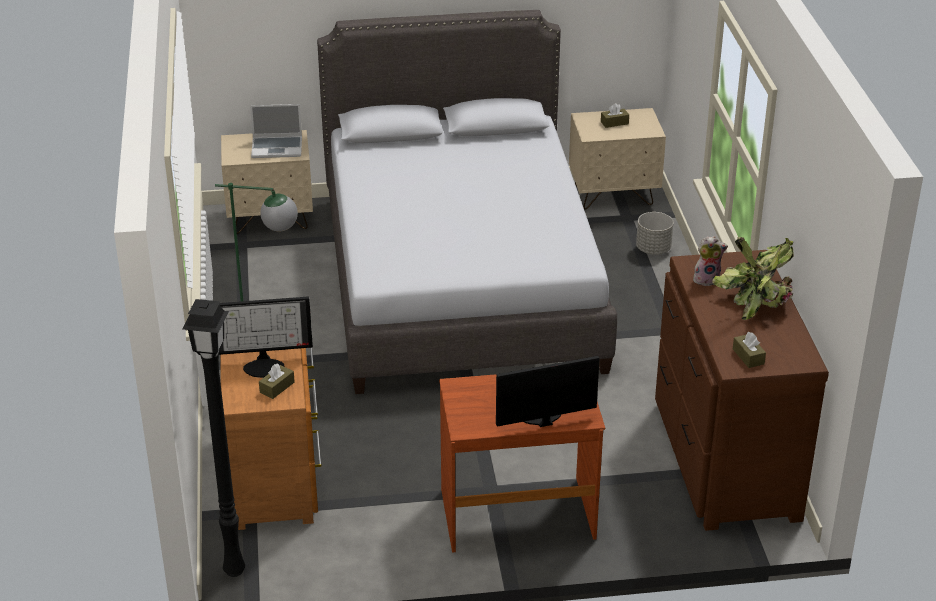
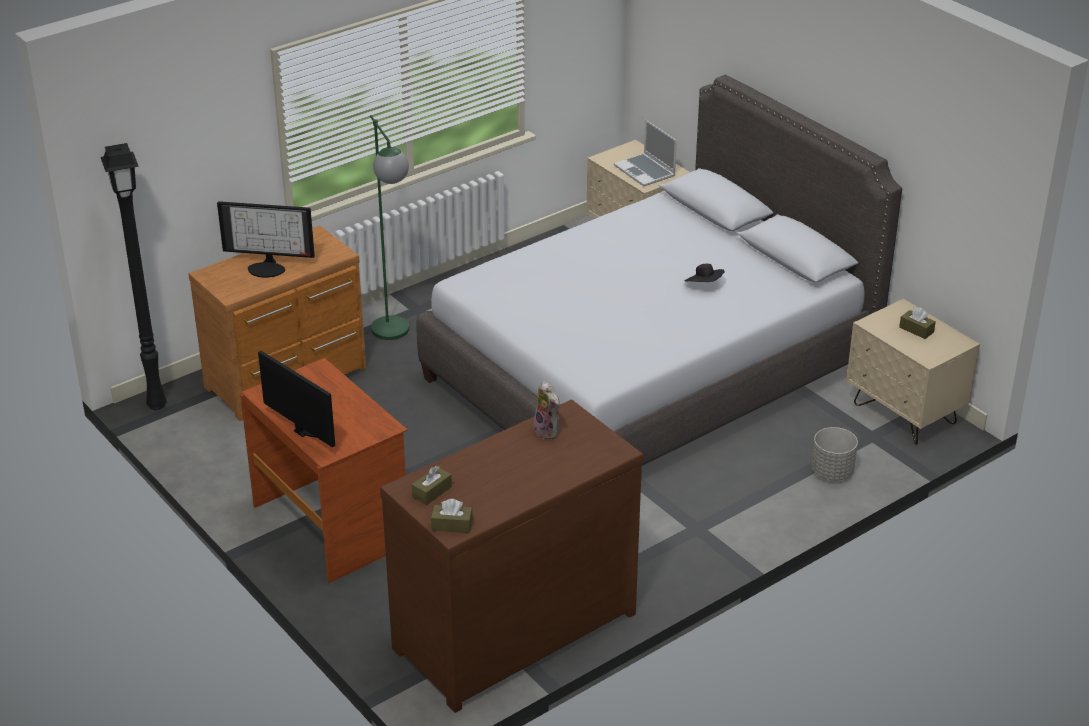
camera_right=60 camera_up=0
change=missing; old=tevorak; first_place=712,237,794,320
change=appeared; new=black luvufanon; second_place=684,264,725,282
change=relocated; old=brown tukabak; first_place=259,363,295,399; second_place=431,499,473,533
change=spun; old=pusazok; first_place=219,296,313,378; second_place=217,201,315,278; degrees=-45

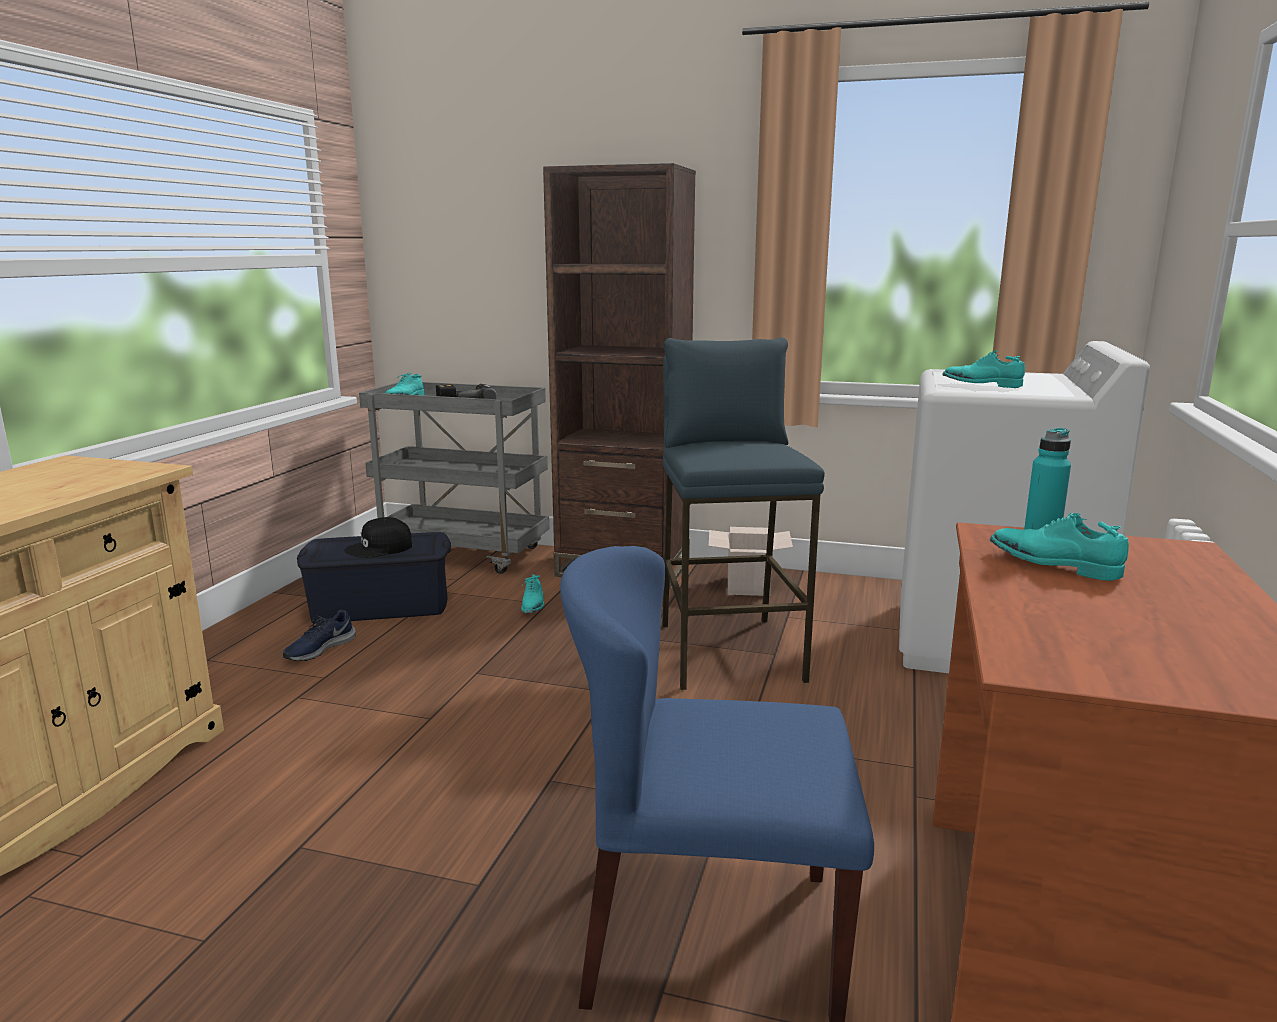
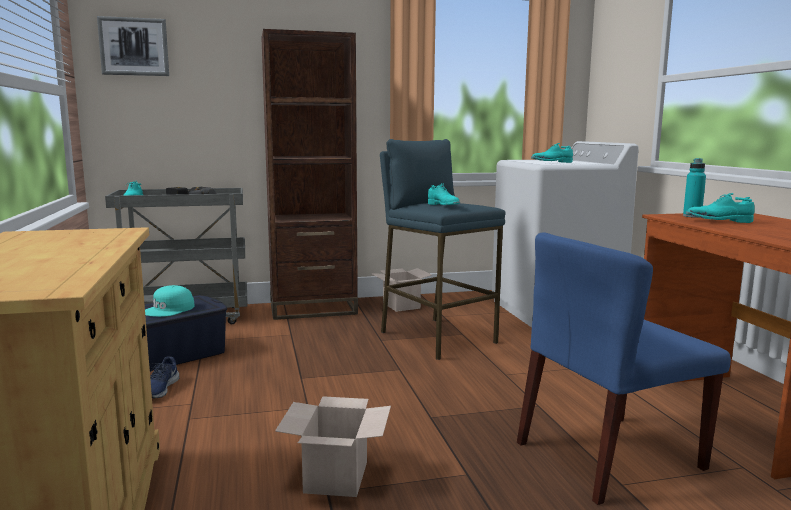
camera_right=-30 camera_up=-5
change=appeared; new=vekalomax; second_place=97,16,169,76
change=appeared; new=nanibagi; second_place=275,396,391,497
change=relocated; old=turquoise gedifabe; first_place=521,574,544,613; second_place=428,183,460,205
change=colour; old=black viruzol; new=turquoise viruzol; first_place=344,517,412,558; second_place=145,285,195,317

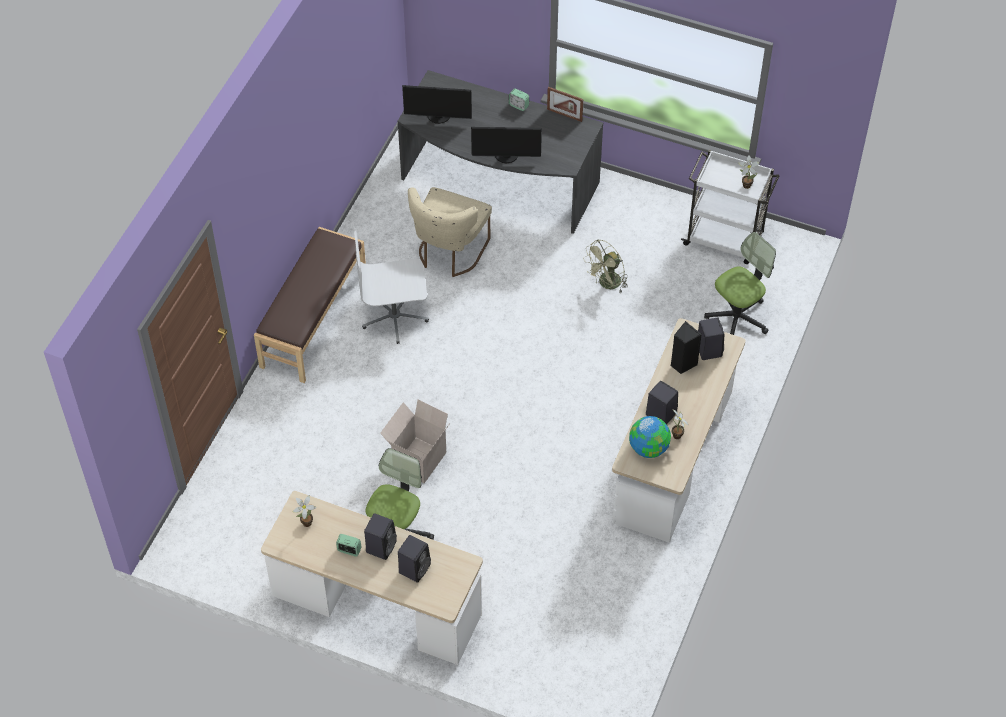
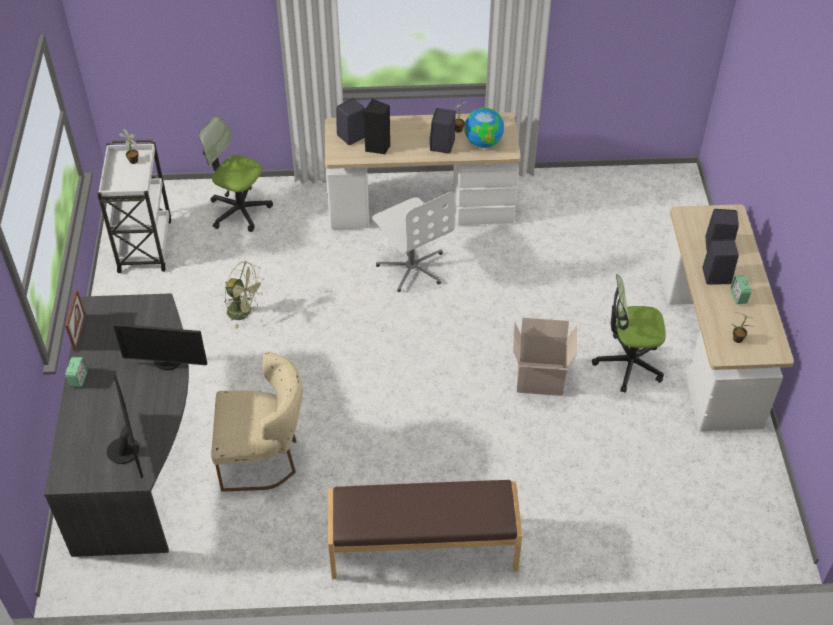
camera_right=-115 camera_up=-5
change=relocated; old=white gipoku; first_place=354,231,429,344; second_place=372,191,455,292
change=spun; old=pusazok; first_place=471,127,542,163; second_place=112,323,207,370; degrees=120

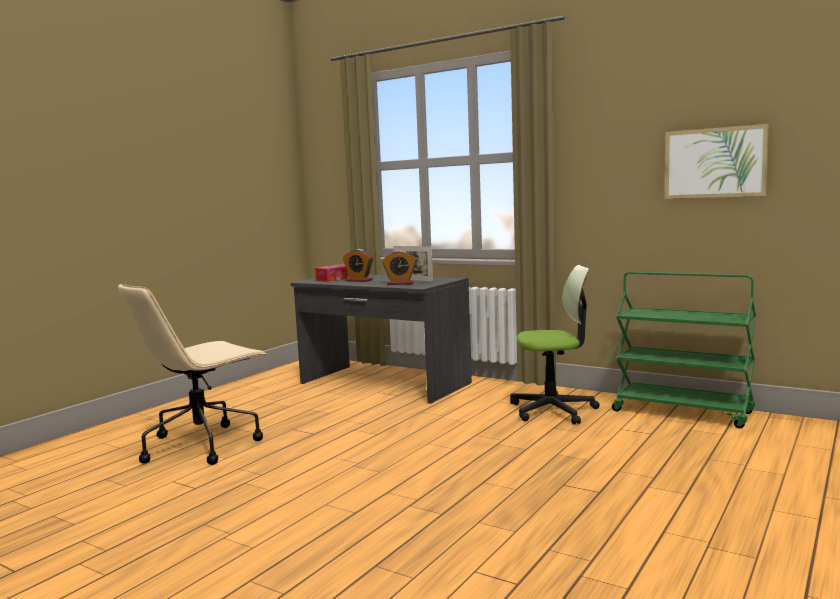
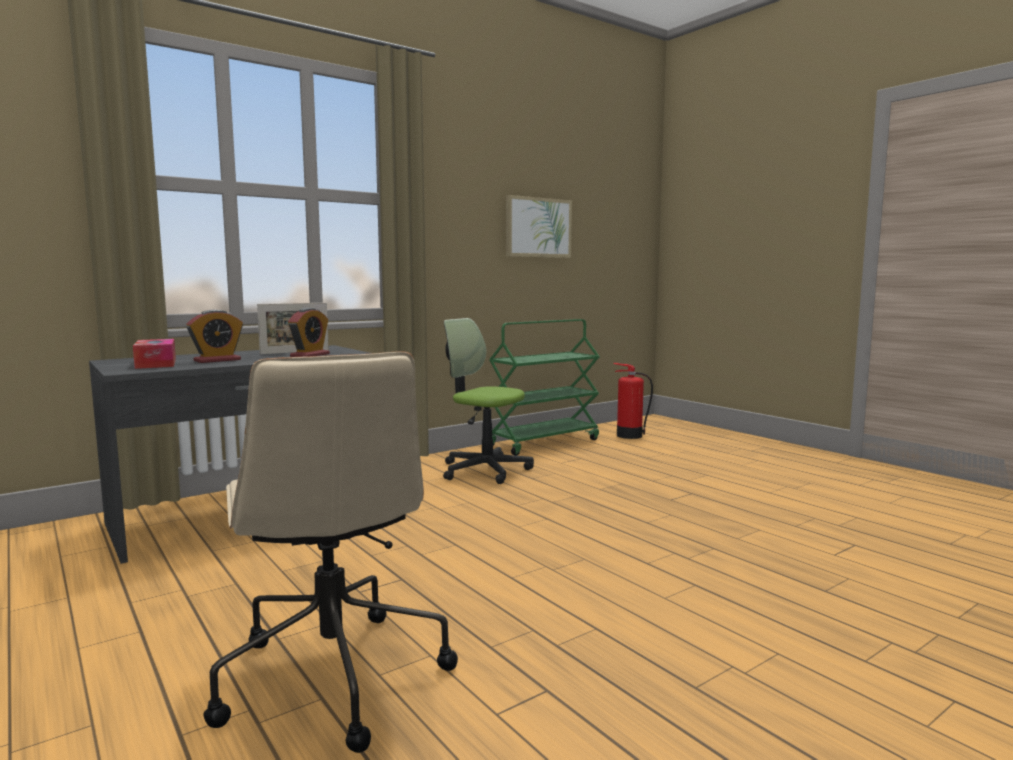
camera_right=-70 camera_up=0
change=appeared; new=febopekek; second_place=613,363,653,439
change=spun; old=gipoku; first_place=510,265,600,425; second_place=443,318,534,484; degrees=-75

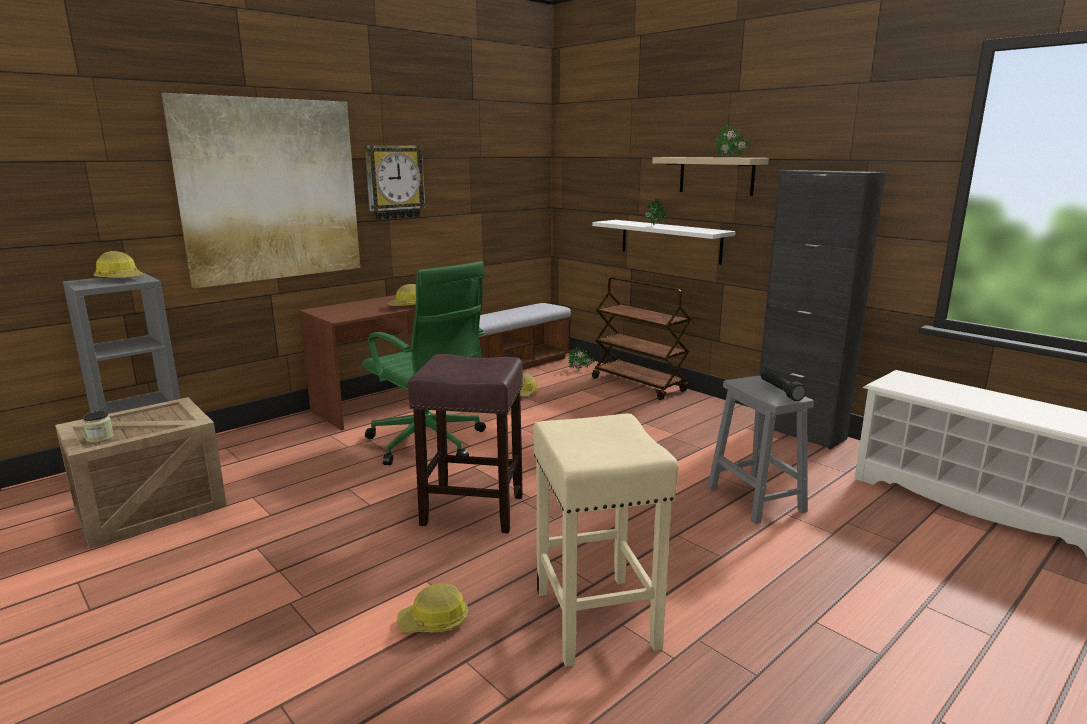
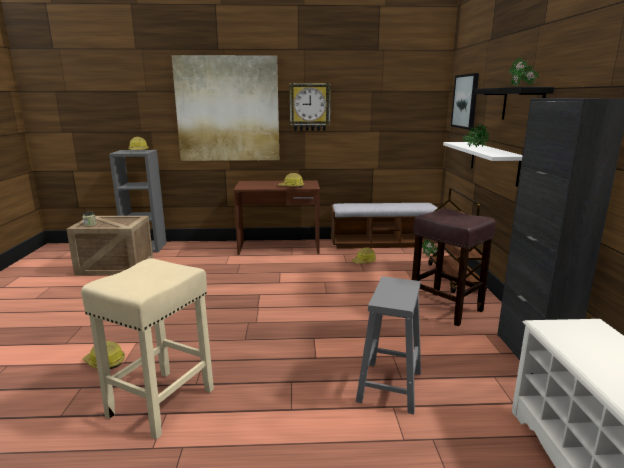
camera_right=40 camera_up=0
change=missing; old=green gipoku; first_place=362,261,486,465
change=missing; old=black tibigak; first_place=761,370,806,401
change=appeared; new=vekalomax; second_place=451,73,479,130
change=relocated; old=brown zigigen; first_place=408,354,523,533; second_place=412,209,496,326
change=colour; old=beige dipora; new=black dipora; first_place=652,157,769,196; second_place=474,87,554,120

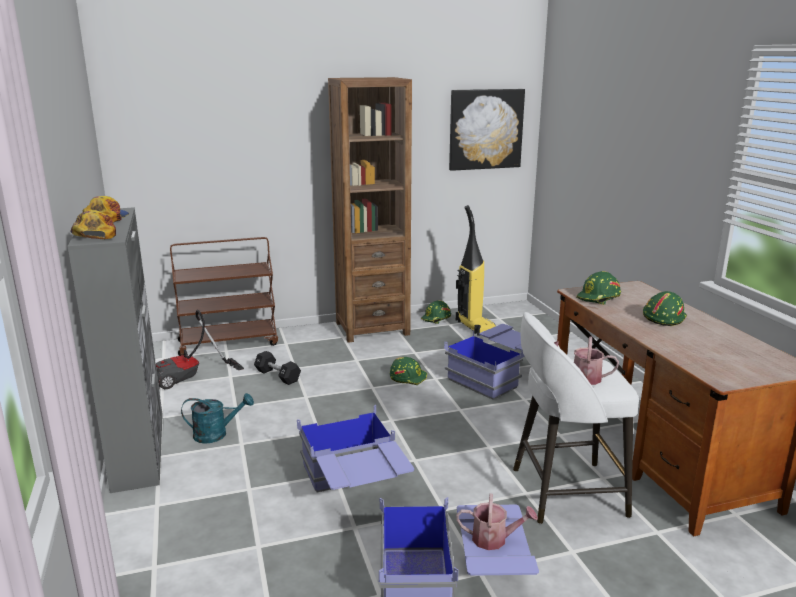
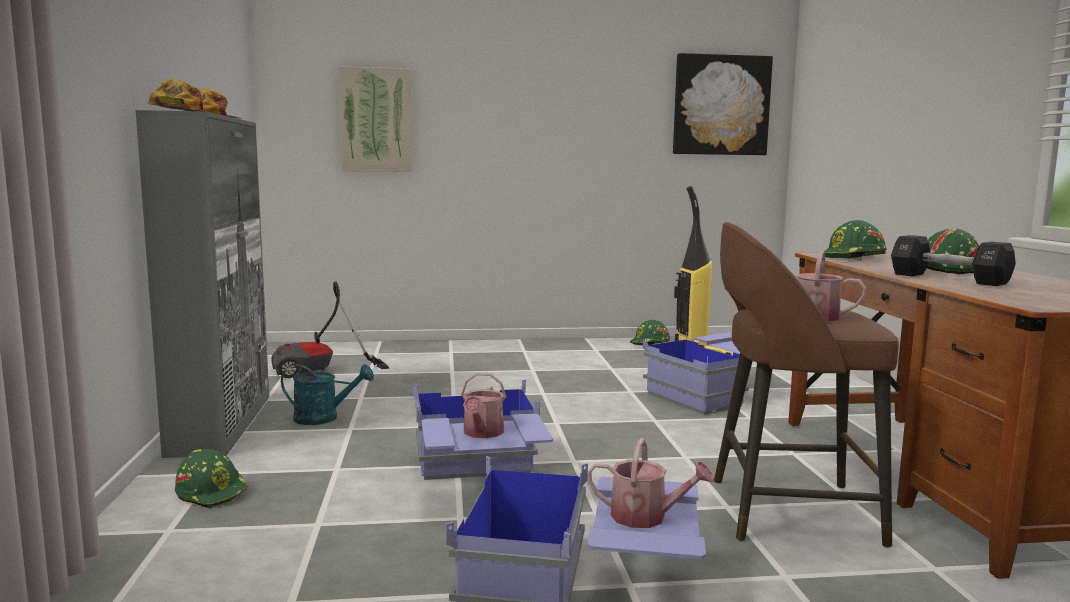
camera_right=10 camera_up=-10
change=missing; old=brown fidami; first_place=170,237,278,356
change=missing; old=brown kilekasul; first_place=328,77,412,343
change=appeared; new=vekalomax; second_place=339,66,412,172
change=appeared; new=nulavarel; second_place=461,373,506,438
change=relocated; old=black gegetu; first_place=254,351,301,385; second_place=891,235,1016,286
change=relocated; old=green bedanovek; first_place=390,357,427,385; second_place=175,449,249,508
change=colour; old=white zigigen; new=brown zigigen; first_place=513,312,639,524; second_place=714,222,899,548

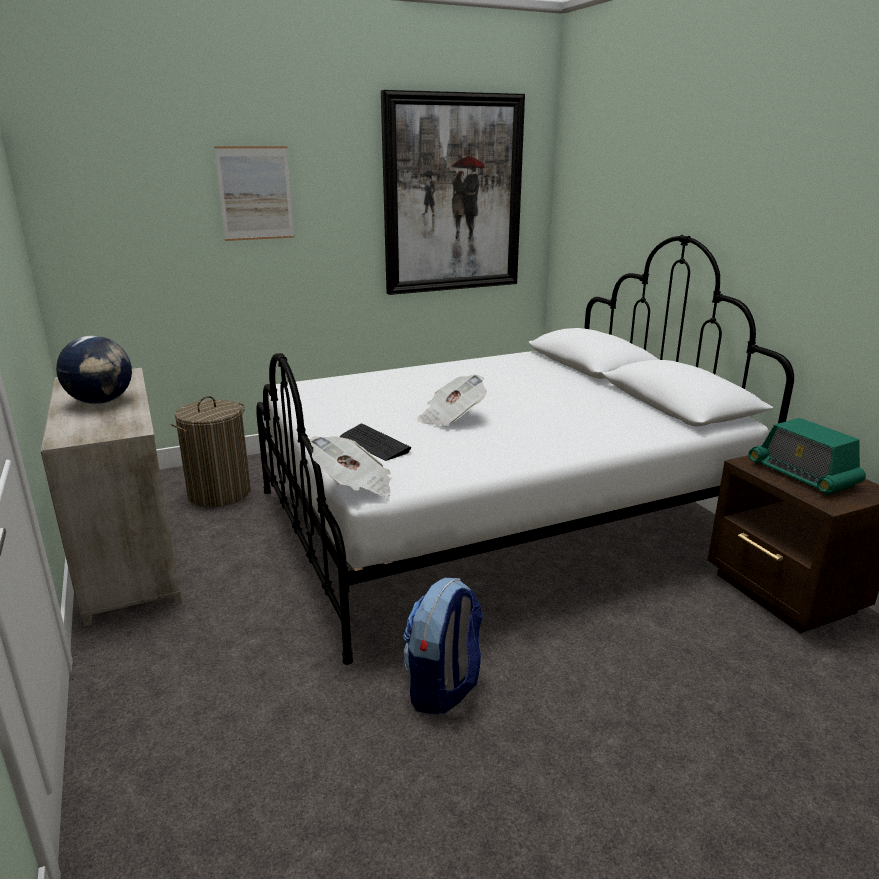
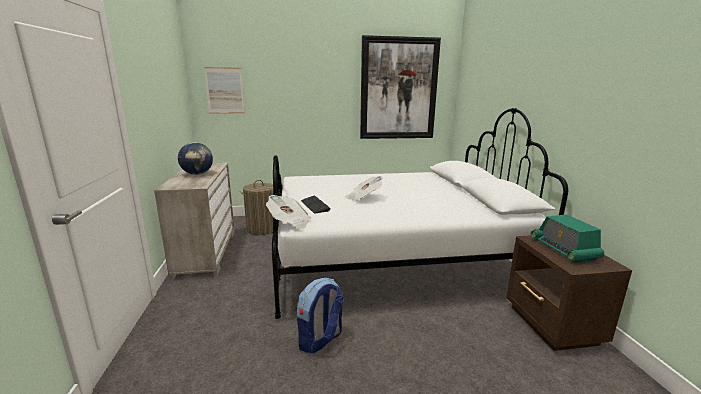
camera_right=15 camera_up=-5
change=relocated; old=vekalomax; first_place=214,146,294,241; second_place=204,67,245,113

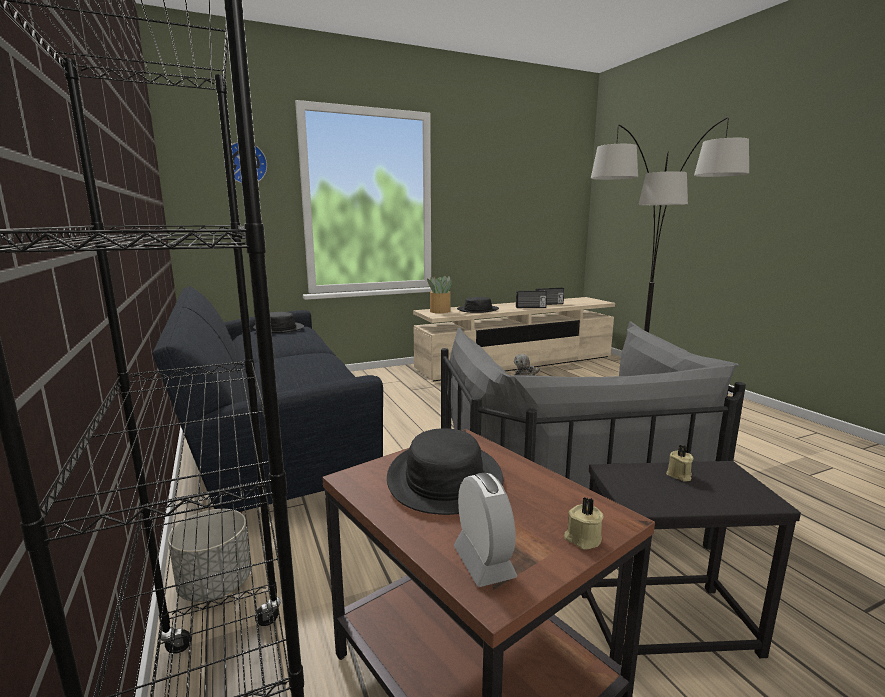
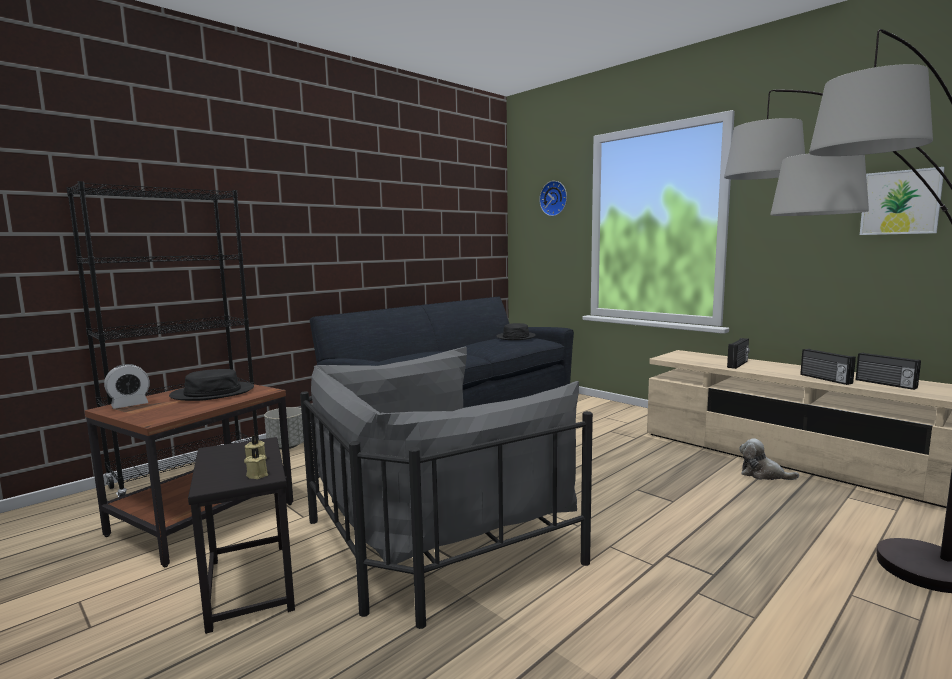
camera_right=70 camera_up=-5
change=missing; old=tevorak; first_place=427,276,452,313
change=appeared; new=vekalomax; second_place=860,167,945,235
change=relocated; old=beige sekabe; first_place=564,497,604,550; second_place=245,448,268,479
change=exchanged; old=black luvufanon; new=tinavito; first_place=457,297,499,313; second_place=727,338,750,369

